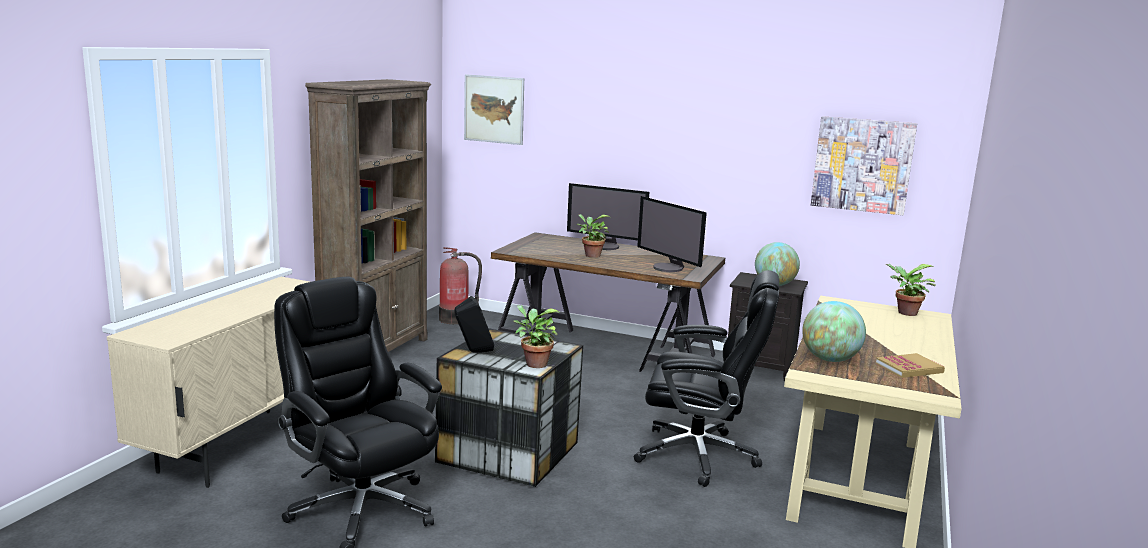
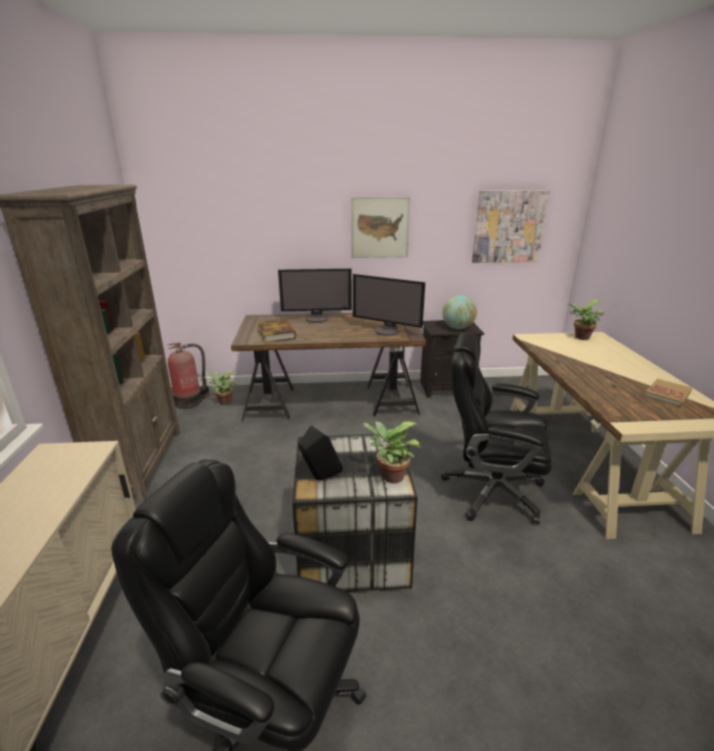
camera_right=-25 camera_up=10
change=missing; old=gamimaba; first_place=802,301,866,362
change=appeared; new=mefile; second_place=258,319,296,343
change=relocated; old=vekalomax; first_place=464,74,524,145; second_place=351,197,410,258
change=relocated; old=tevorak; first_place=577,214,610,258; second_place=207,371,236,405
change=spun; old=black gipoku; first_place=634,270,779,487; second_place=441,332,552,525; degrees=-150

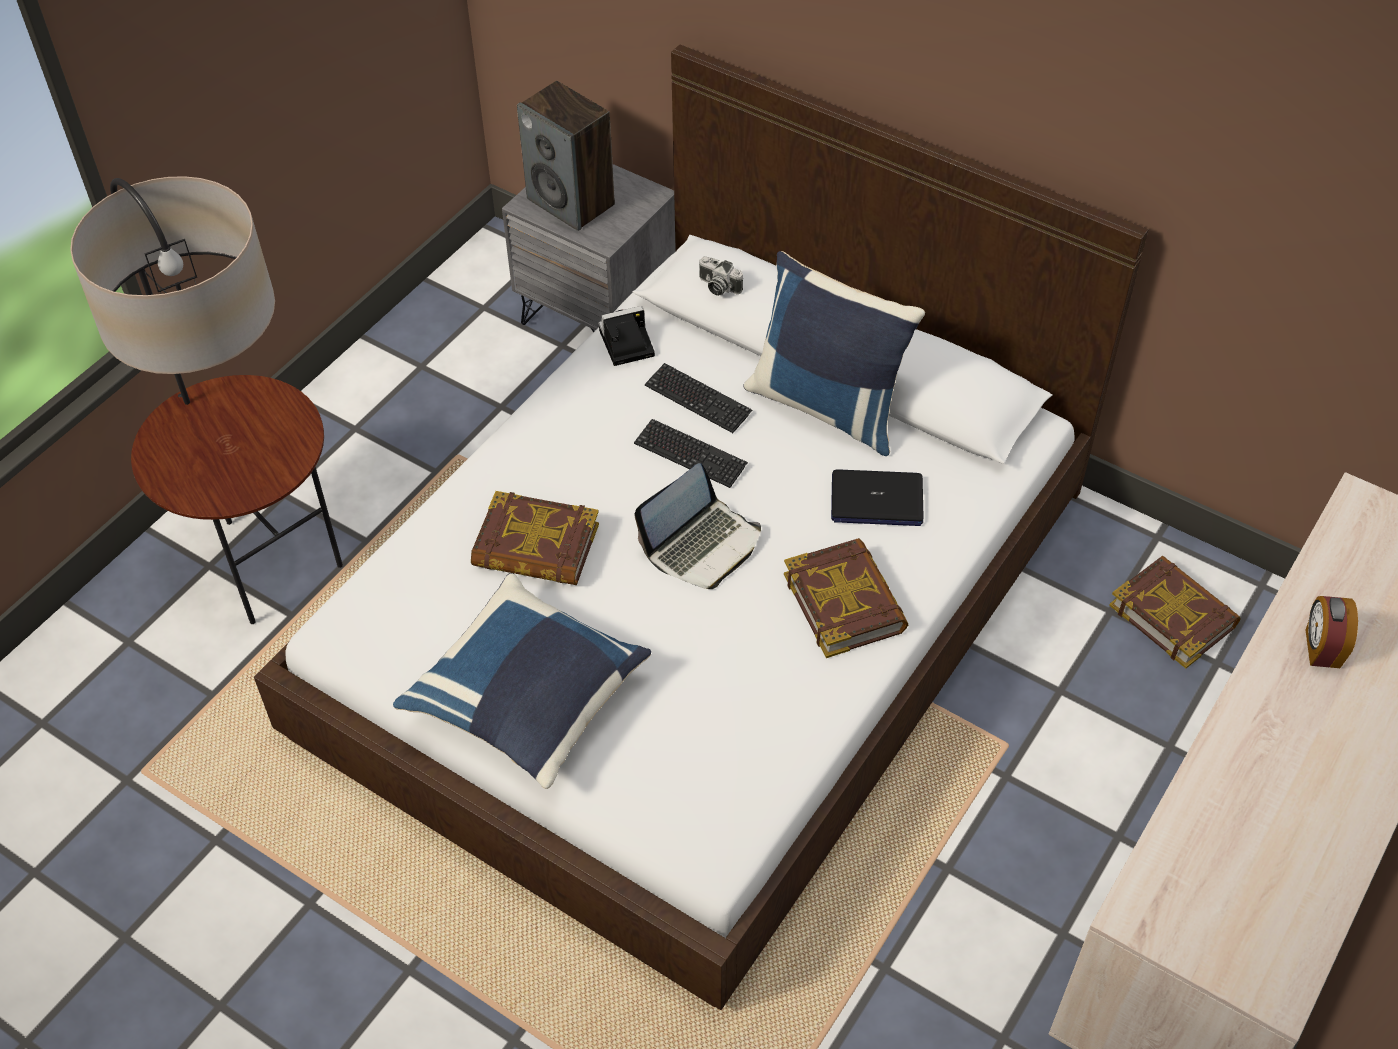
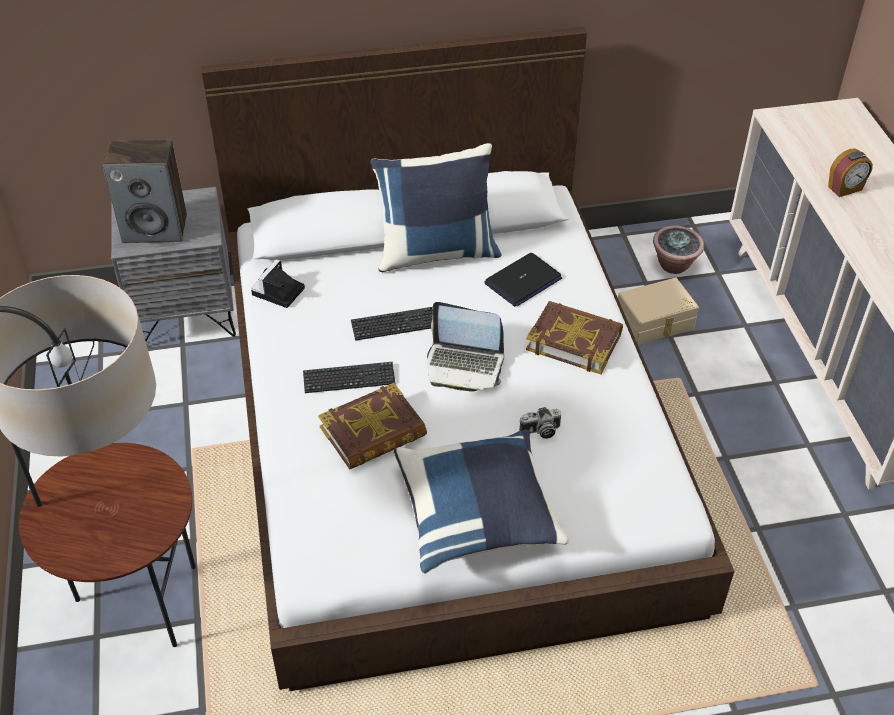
camera_right=-45 camera_up=-5
change=appeared; new=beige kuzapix; second_place=618,277,699,345
change=relocated; old=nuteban; first_place=645,363,752,433; second_place=303,362,395,393
change=relocated; old=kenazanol; first_place=699,256,743,296; second_place=519,407,561,439
change=exchanged; old=mefile; new=tevorak; first_place=1109,556,1241,668; second_place=653,225,704,274
change=spun; old=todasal; first_place=634,463,761,589; second_place=427,302,504,392; degrees=105
change=spun; old=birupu; first_place=1306,596,1358,668; second_place=828,148,873,197; degrees=-75

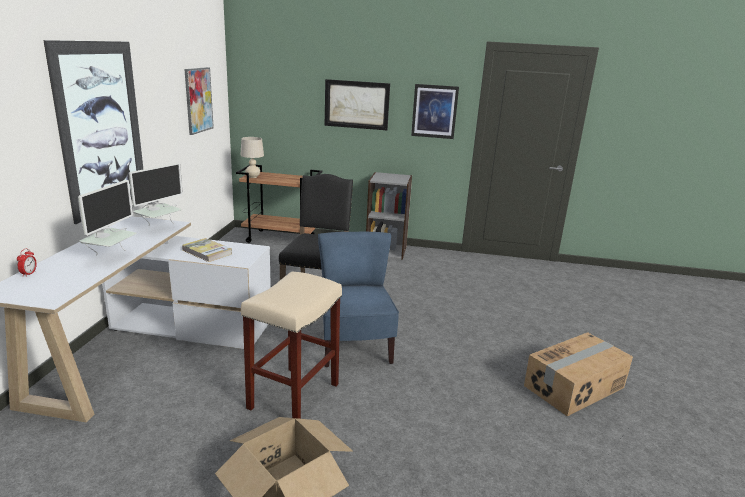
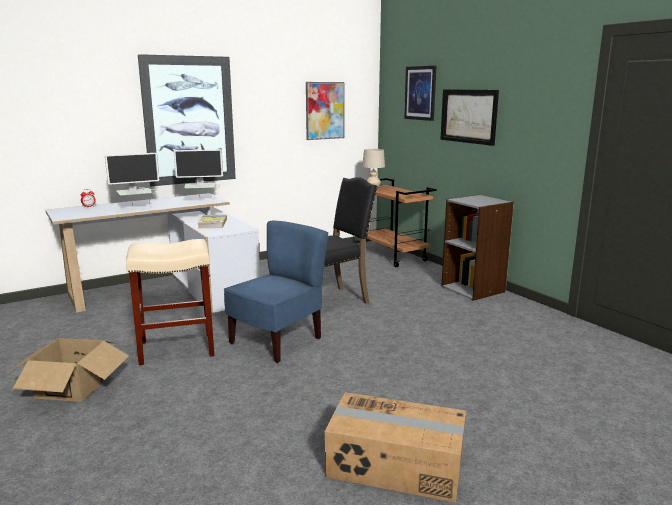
camera_right=50 camera_up=-5
change=relocated; old=vekalomax; first_place=411,84,459,139; second_place=404,66,437,121

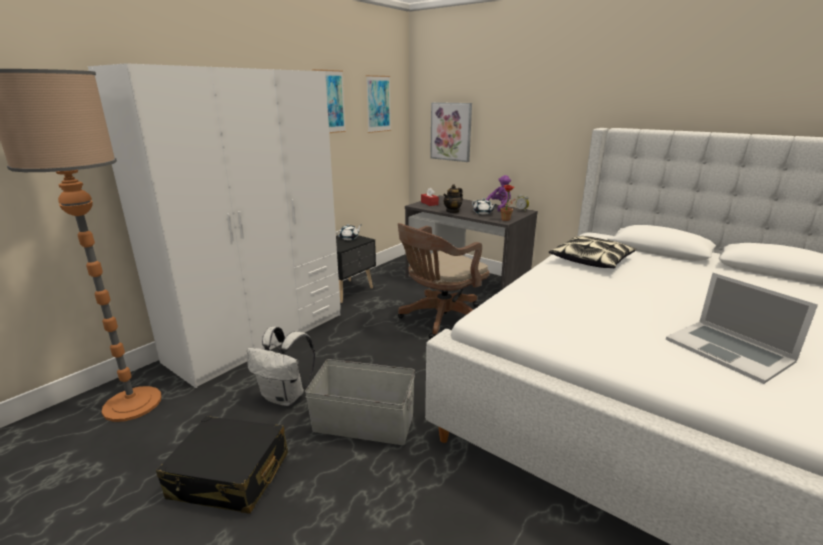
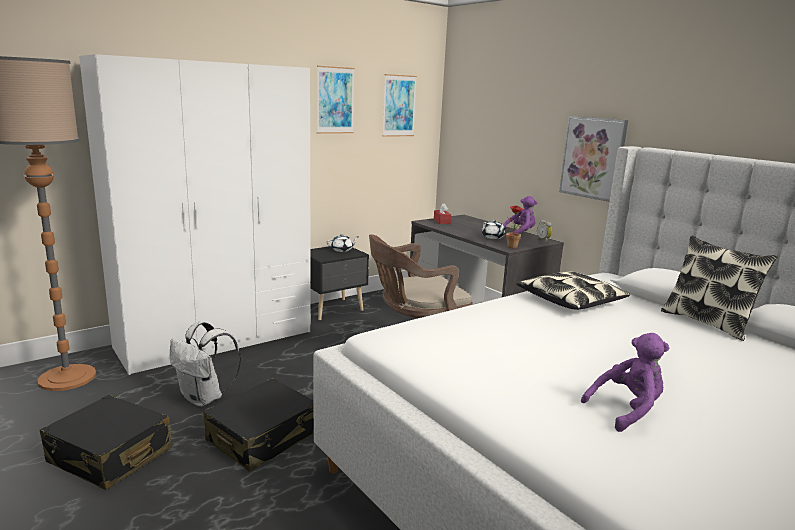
camera_right=15 camera_up=-5
change=missing; old=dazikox; first_place=443,184,463,213
change=appeared; new=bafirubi; second_place=661,235,778,341
change=relocated; old=vekalomax; first_place=430,102,472,162; second_place=559,116,628,202
change=exchanged; old=grey kuzapix; new=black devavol; first_place=305,359,415,445; second_place=203,378,314,472
change=exchanged; old=todasal; new=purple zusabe; first_place=666,273,818,384; second_place=581,333,669,432

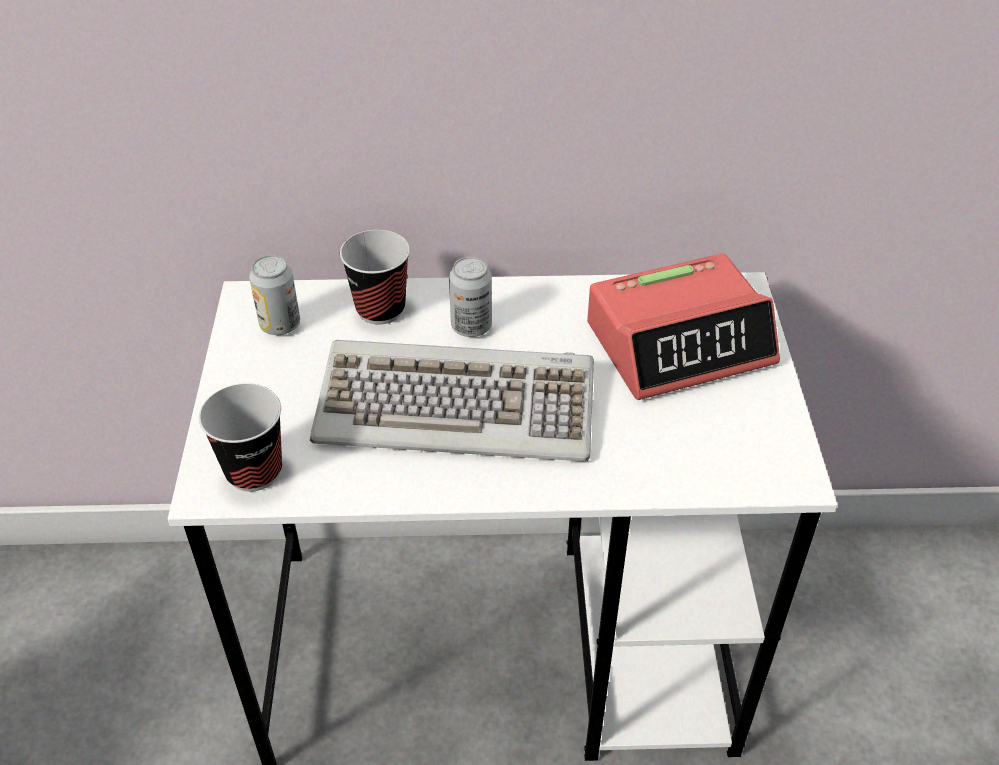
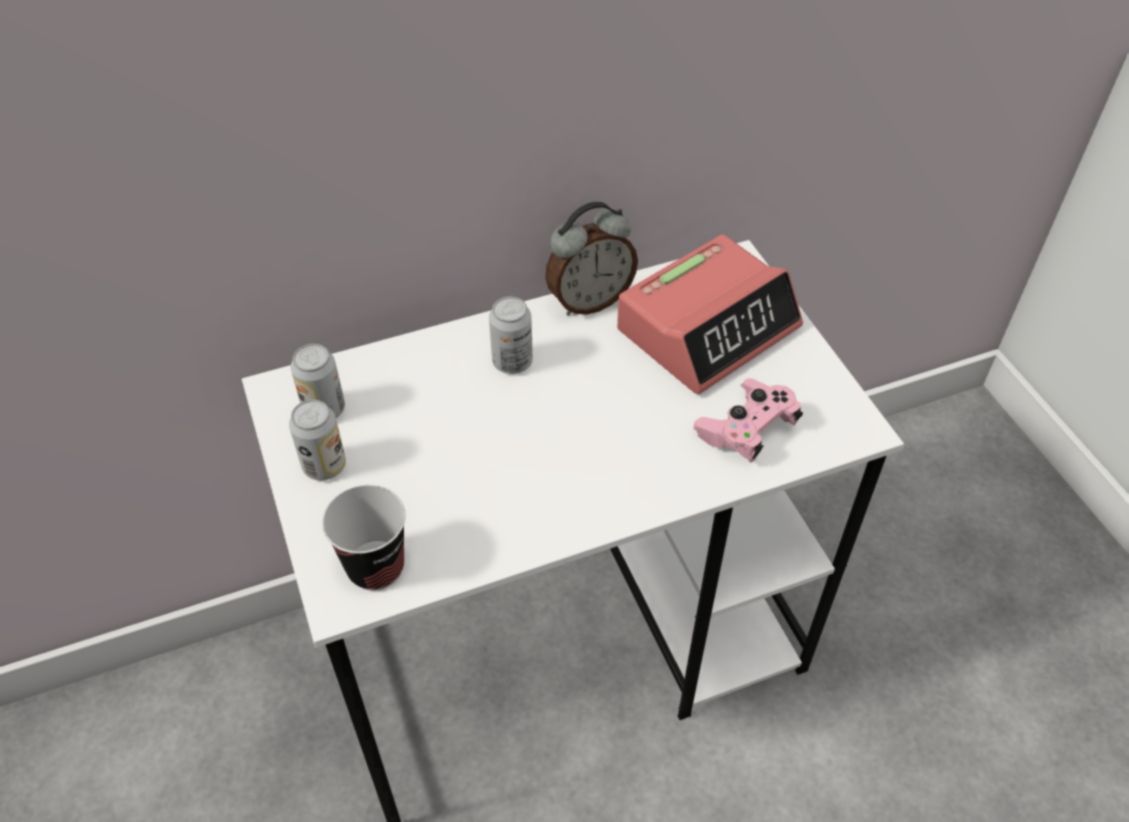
camera_right=-20 camera_up=5
change=missing; old=nuteban; first_place=310,340,594,462
change=missing; old=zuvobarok; first_place=340,230,410,325
change=appeared; new=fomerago; second_place=289,400,346,480
change=appeared; new=birupu; second_place=545,202,638,316
change=appeared; new=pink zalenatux; second_place=693,378,803,463

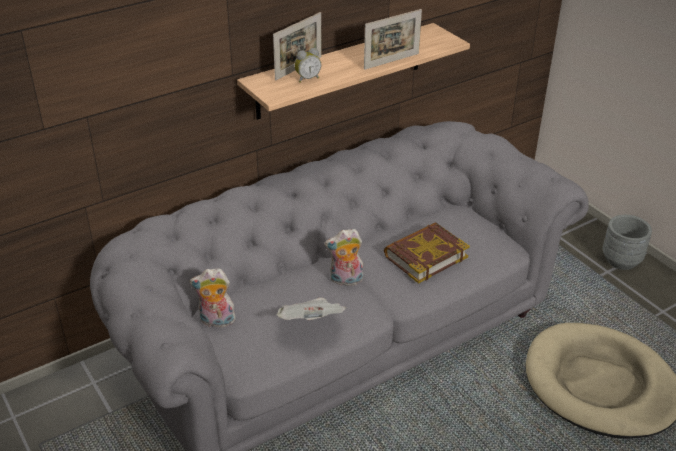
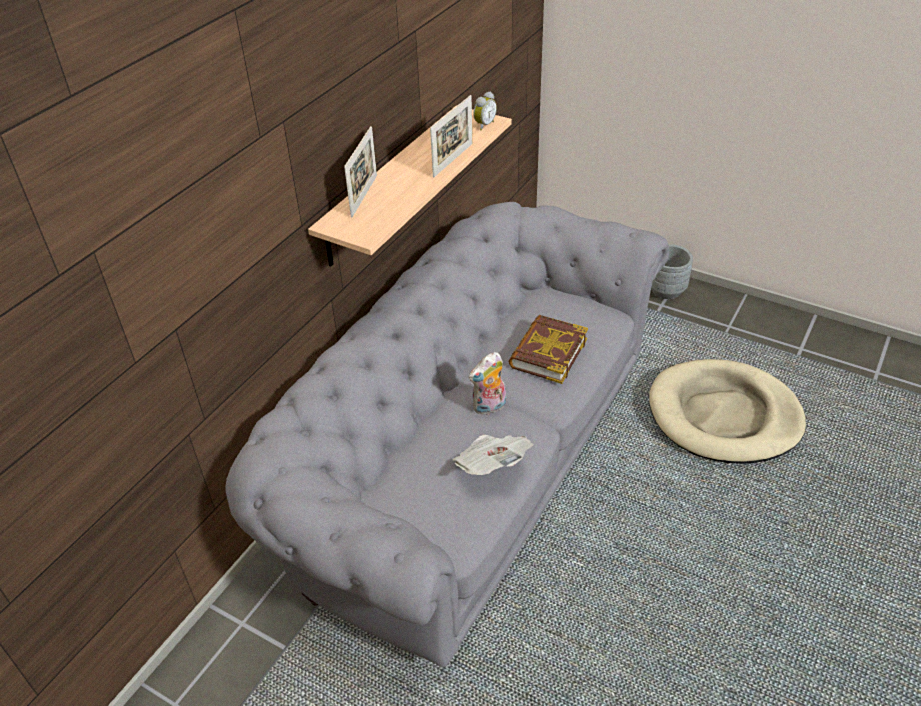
camera_right=-25 camera_up=5
change=missing; old=zusabe; first_place=189,268,237,330
change=relocated; old=birupu; first_place=295,48,321,82; second_place=473,91,497,130

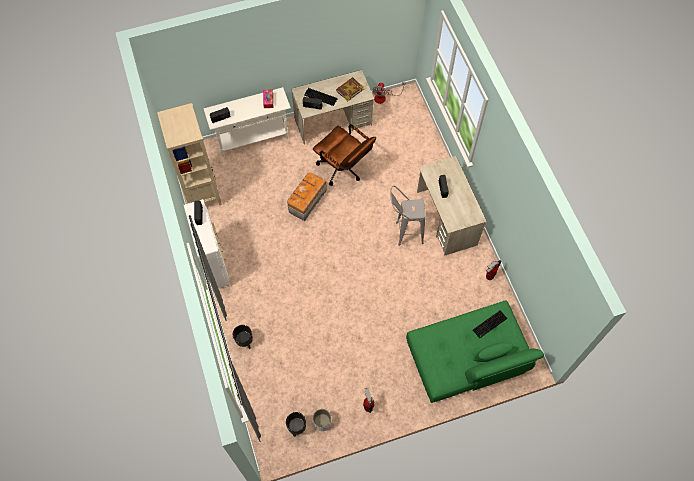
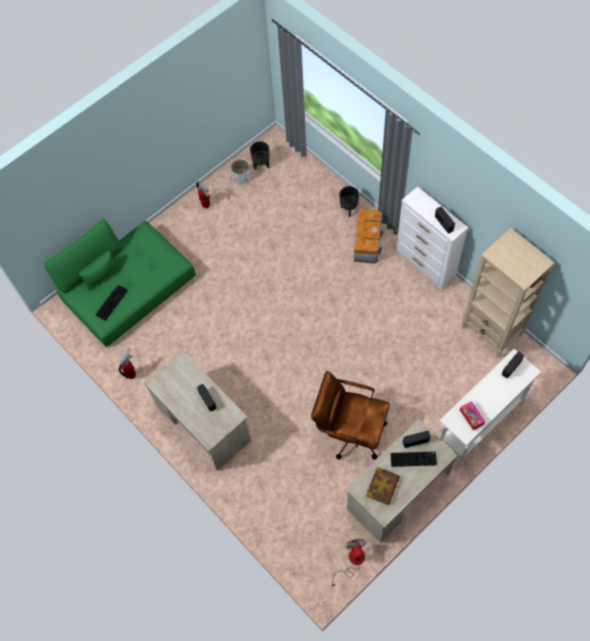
camera_right=160 camera_up=0
change=missing; old=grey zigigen; first_place=390,186,426,246
change=relocated; old=kuzapix; first_place=287,172,327,221; second_place=354,209,384,264

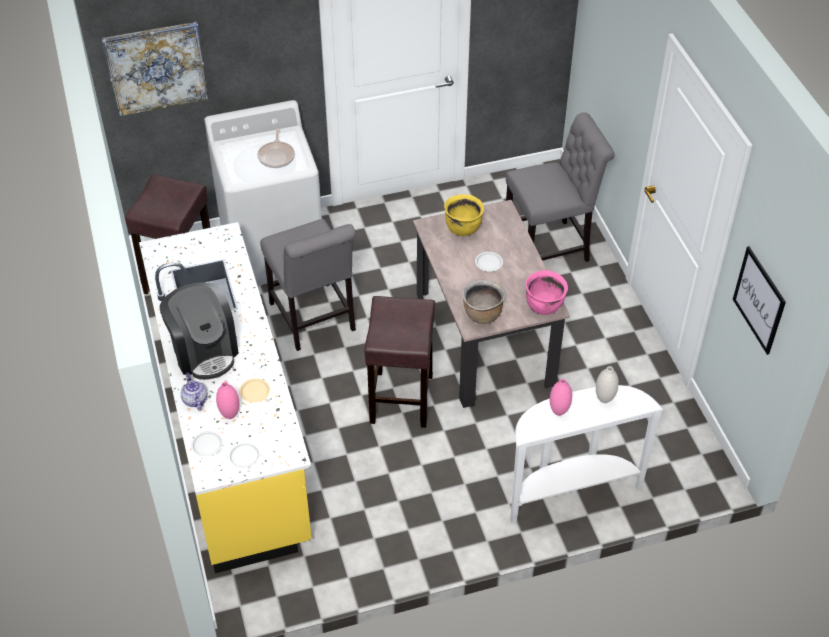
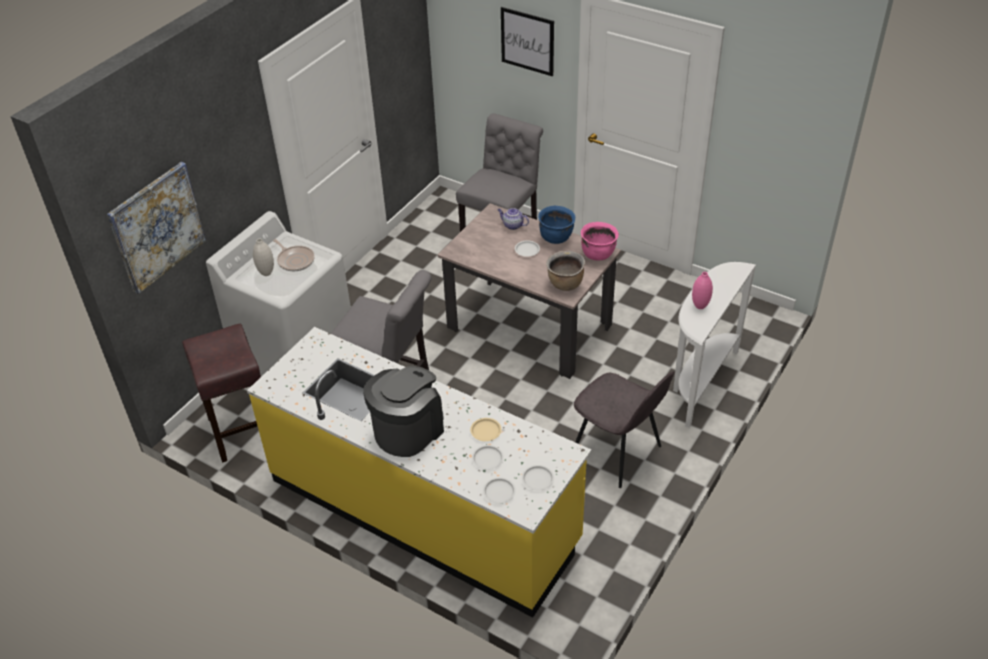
camera_right=-40 camera_up=-5
change=missing; old=brown zigigen; first_place=364,296,435,428
change=missing; old=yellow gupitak; first_place=444,194,484,236
change=appeared; new=blue gupitak; second_place=538,206,575,244
change=appeared; new=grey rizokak; second_place=574,371,674,488
change=relocated; old=dazikox; first_place=181,373,208,410; second_place=497,208,529,230
change=relocated; old=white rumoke; first_place=596,366,619,403; second_place=253,238,274,276
change=relocated; old=vekalomax; first_place=733,246,786,355; second_place=501,7,554,76
change=exchanged; old=pink rumoke; new=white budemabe; first_place=216,382,239,419; second_place=472,445,504,470
change=spun; old=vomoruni; first_place=159,282,239,380; second_place=363,366,444,457; degrees=-75

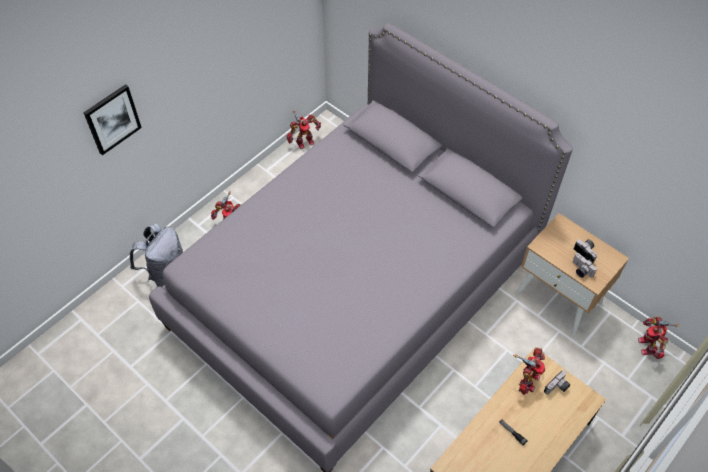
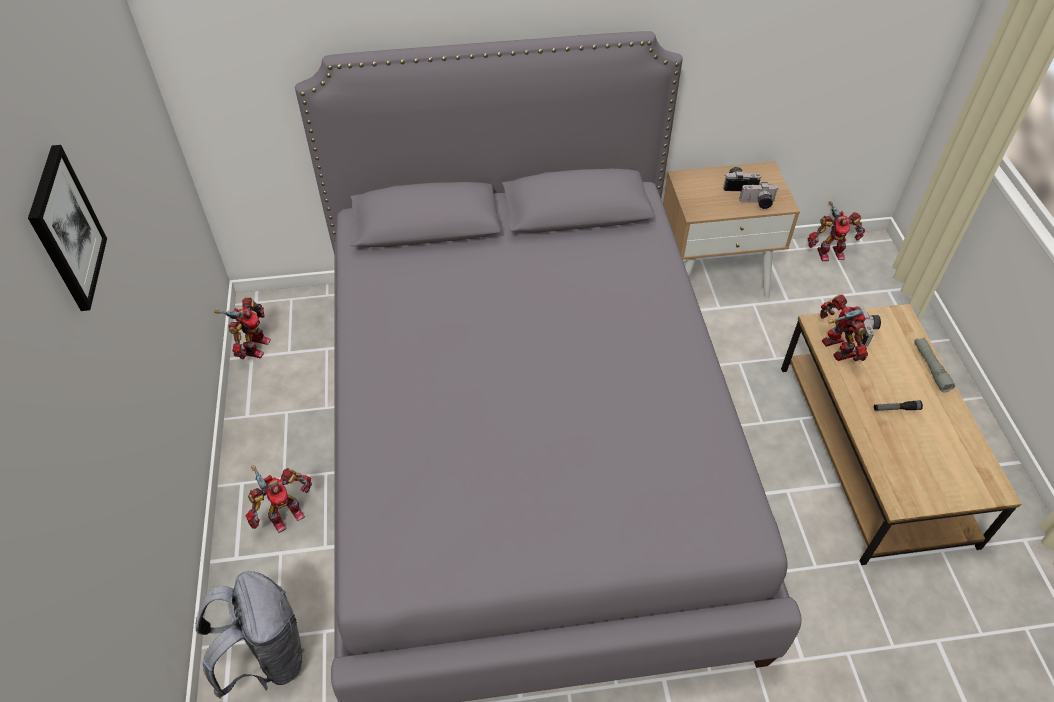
camera_right=-50 camera_up=-5
change=appeared; new=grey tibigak; second_place=914,338,955,392
change=relocated; old=vekalomax; first_place=83,84,142,155; second_place=28,145,107,311
change=spun; old=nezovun; first_place=638,317,679,359; second_place=808,201,865,261; degrees=-45

